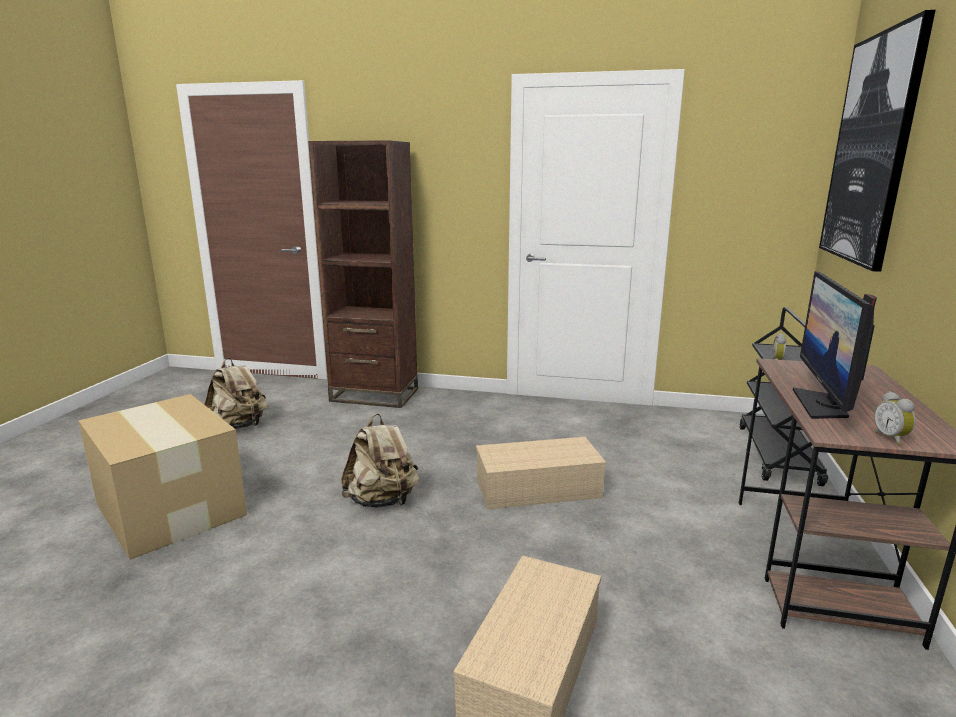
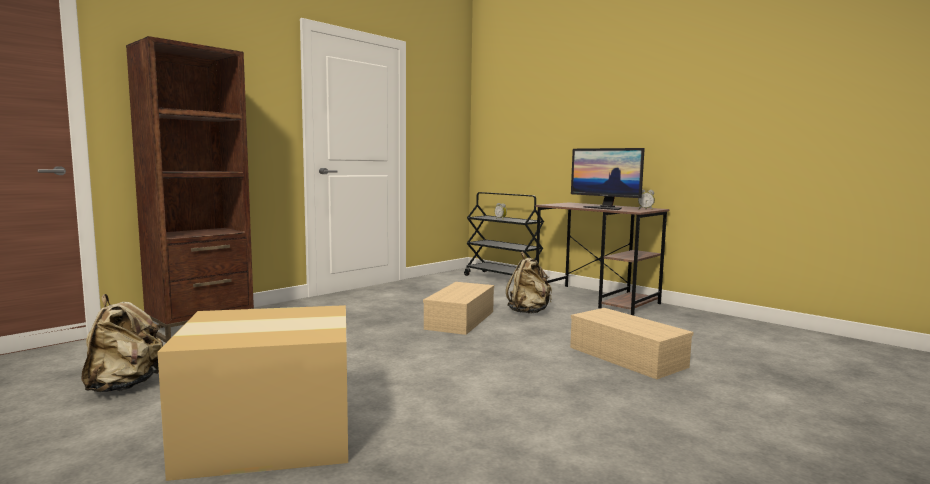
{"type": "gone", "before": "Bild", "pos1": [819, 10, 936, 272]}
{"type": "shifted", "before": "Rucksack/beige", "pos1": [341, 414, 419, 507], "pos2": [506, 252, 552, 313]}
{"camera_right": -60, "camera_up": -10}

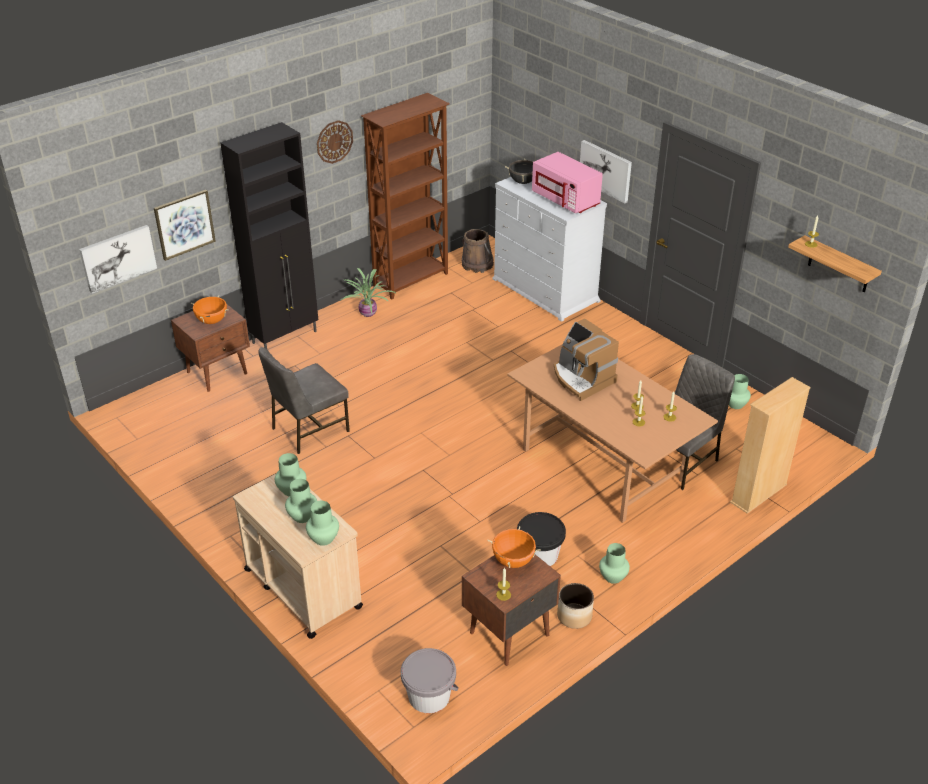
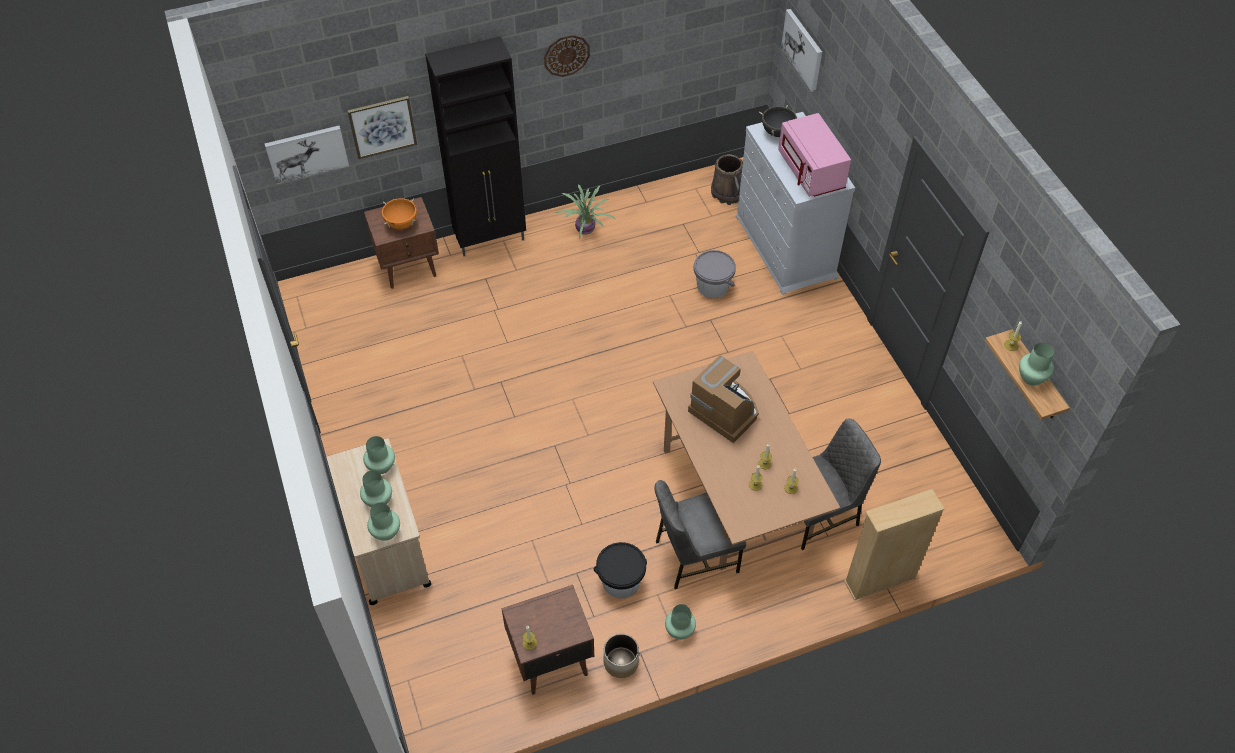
{"type": "gone", "before": "Bücherregal/braun", "pos1": [361, 93, 450, 300]}
{"type": "gone", "before": "Kochtopf/orange", "pos1": [488, 526, 541, 568]}
{"type": "shifted", "before": "Stuhl/grau", "pos1": [258, 347, 350, 454], "pos2": [654, 480, 746, 589]}
{"type": "shifted", "before": "Eimer/grau", "pos1": [401, 648, 459, 713], "pos2": [694, 250, 736, 298]}
{"type": "shifted", "before": "Bild", "pos1": [580, 140, 632, 203], "pos2": [781, 9, 822, 92]}
{"type": "shifted", "before": "Vase/grün", "pos1": [729, 374, 751, 409], "pos2": [1019, 343, 1054, 385]}
{"type": "rotated", "before": "Kaffeemaschine", "pos1": [554, 319, 619, 401], "pos2": [688, 355, 759, 443], "turn": 150}
{"camera_right": 20, "camera_up": 15}

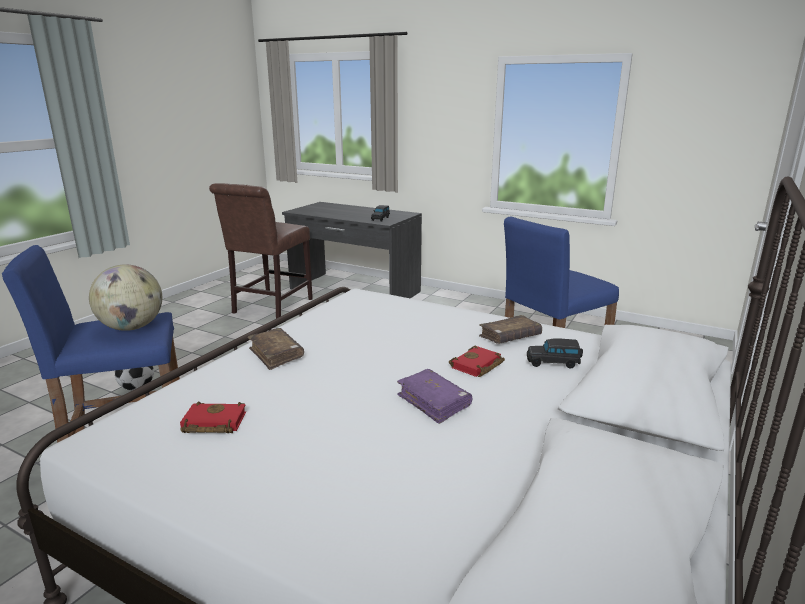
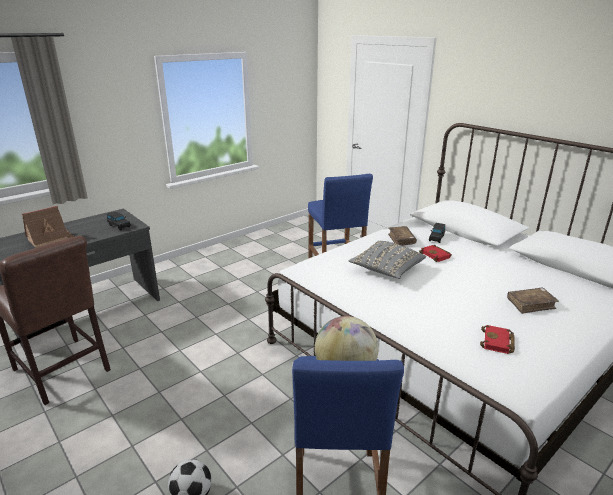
{"type": "gone", "before": "Buch/lila", "pos1": [397, 369, 472, 424]}
{"type": "new", "after": "Spielzeughaus", "pos2": [22, 206, 75, 248]}
{"type": "new", "after": "Kissen/grau", "pos2": [348, 241, 426, 279]}
{"type": "shifted", "before": "Buch/braun", "pos1": [248, 328, 304, 370], "pos2": [507, 288, 559, 314]}
{"camera_right": -70, "camera_up": 5}

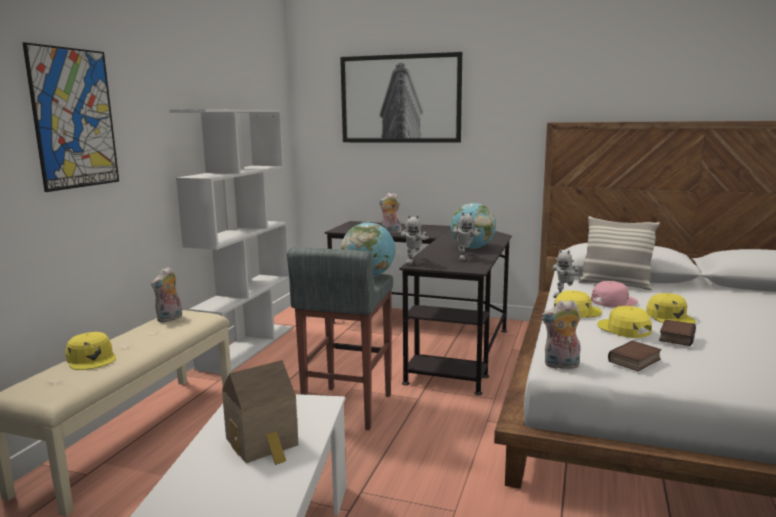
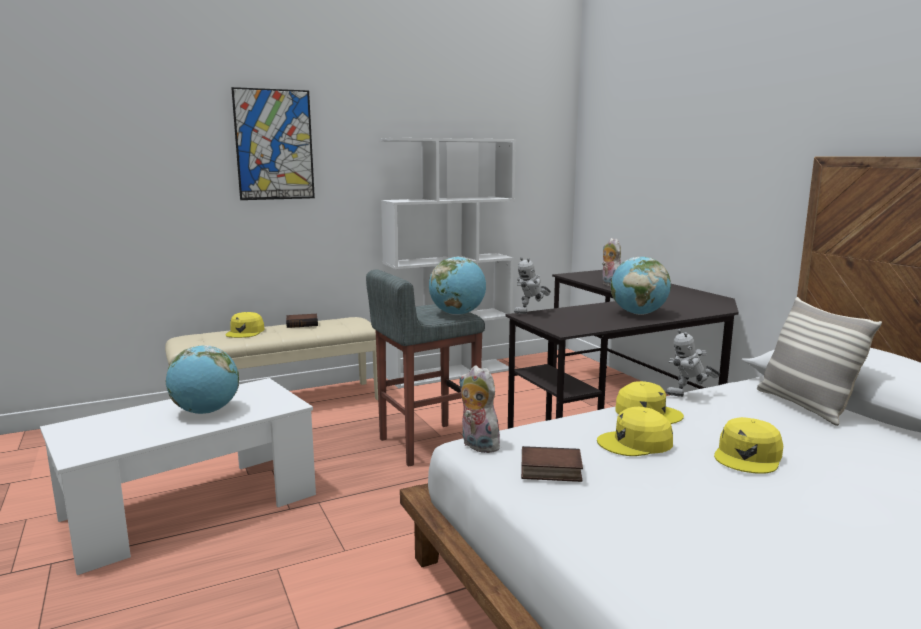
{"type": "gone", "before": "Plüschtier", "pos1": [151, 267, 182, 323]}
{"type": "gone", "before": "Bild", "pos1": [340, 52, 462, 143]}
{"type": "gone", "before": "Spielzeugroboter", "pos1": [452, 212, 481, 261]}
{"type": "gone", "before": "Kappe/rosa", "pos1": [591, 281, 638, 307]}
{"type": "shifted", "before": "Buch", "pos1": [659, 319, 696, 346], "pos2": [286, 314, 318, 328]}
{"type": "swapped", "before": "Spielzeughaus", "after": "Globus", "pos1": [222, 360, 298, 465], "pos2": [166, 345, 239, 414]}
{"type": "rotated", "before": "Kappe/gelb", "pos1": [597, 306, 652, 338], "pos2": [597, 407, 673, 456], "turn": -120}
{"camera_right": 45, "camera_up": 0}

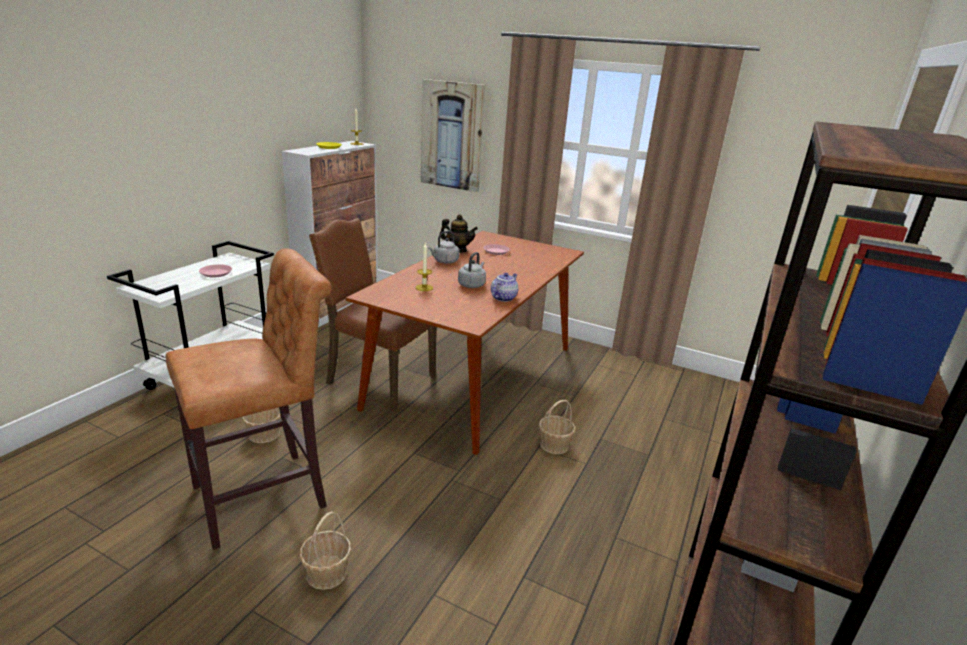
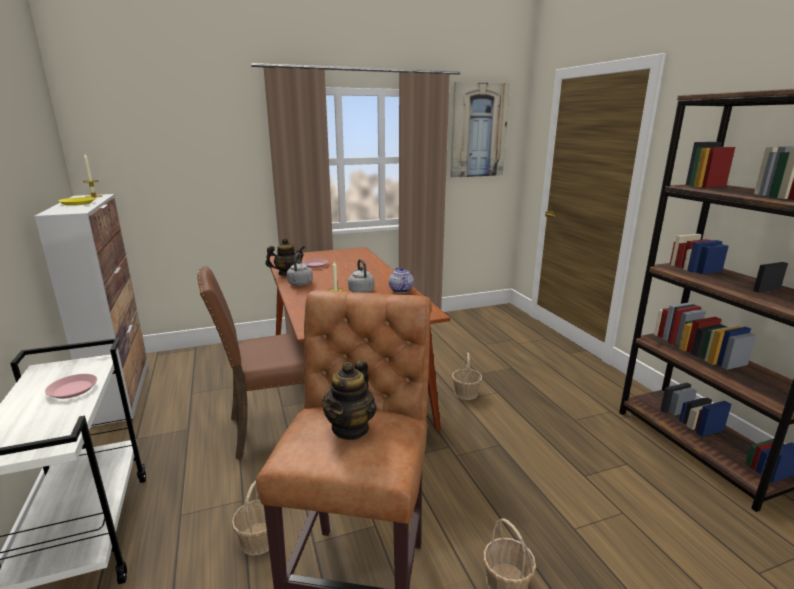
{"type": "new", "after": "Teekanne", "pos2": [322, 360, 377, 440]}
{"type": "shifted", "before": "Bild", "pos1": [421, 79, 485, 192], "pos2": [450, 82, 510, 178]}
{"camera_right": -45, "camera_up": -5}

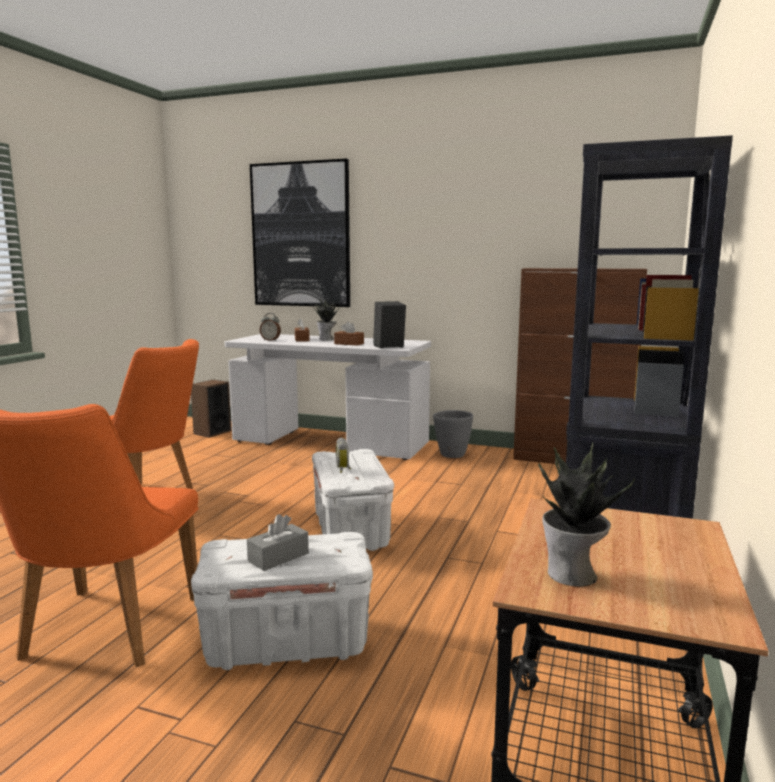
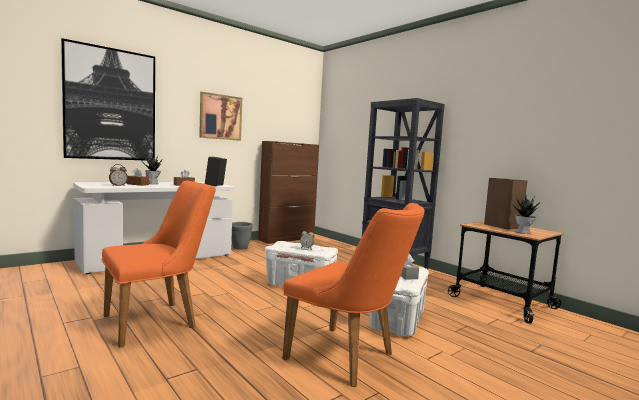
{"type": "new", "after": "Bild", "pos2": [199, 92, 242, 141]}
{"type": "shifted", "before": "Lautsprecher", "pos1": [191, 380, 231, 438], "pos2": [484, 178, 527, 230]}
{"camera_right": -60, "camera_up": -5}

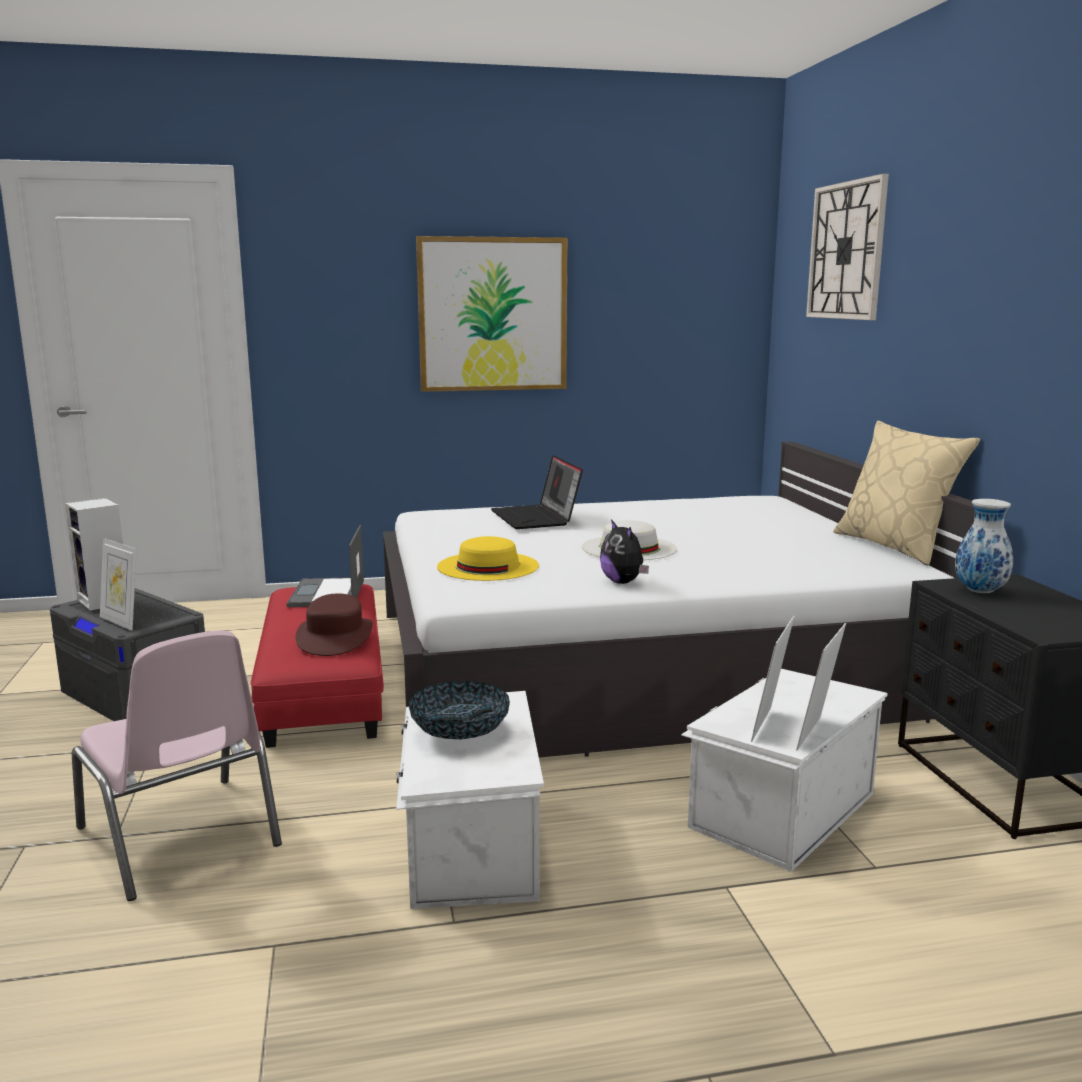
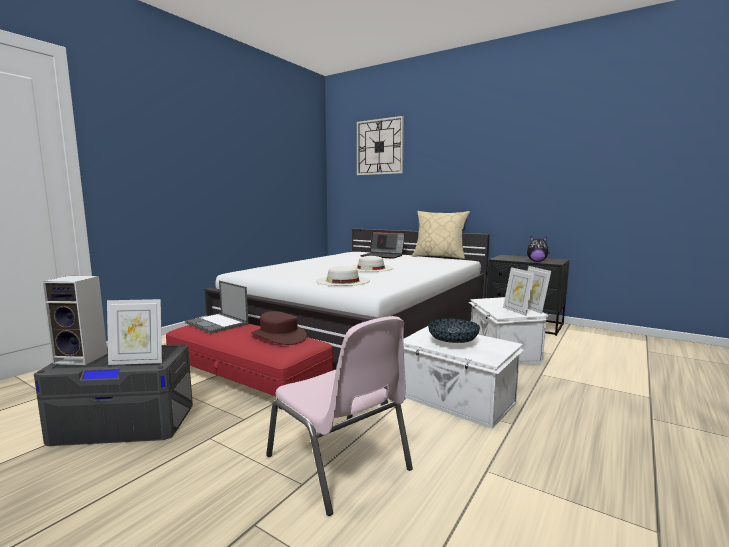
{"type": "gone", "before": "Bild", "pos1": [416, 236, 567, 392]}
{"type": "gone", "before": "Vase", "pos1": [955, 499, 1013, 593]}
{"type": "shifted", "before": "Laptop", "pos1": [491, 455, 583, 529], "pos2": [360, 231, 405, 259]}
{"type": "shifted", "before": "Plüschtier", "pos1": [600, 519, 649, 584], "pos2": [527, 237, 550, 262]}
{"type": "repainted", "before": "Hut/gelb", "after": "Hut/weiß", "pos1": [437, 536, 539, 581], "pos2": [316, 266, 370, 286]}
{"type": "rotated", "before": "Stuhl/rosa", "pos1": [72, 631, 282, 901], "pos2": [266, 316, 413, 516], "turn": 45}
{"camera_right": -45, "camera_up": -5}

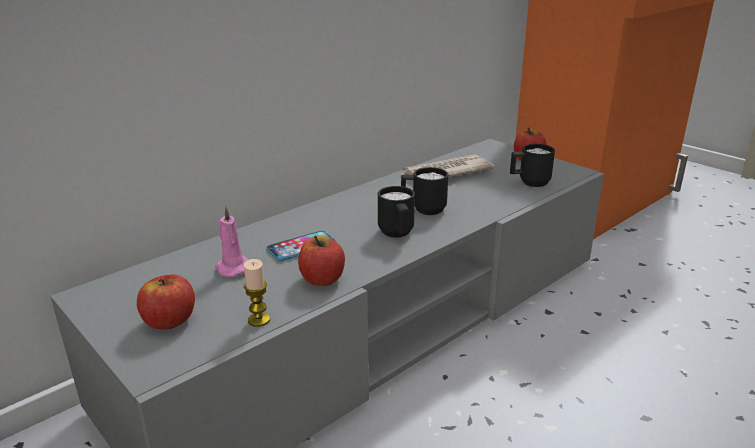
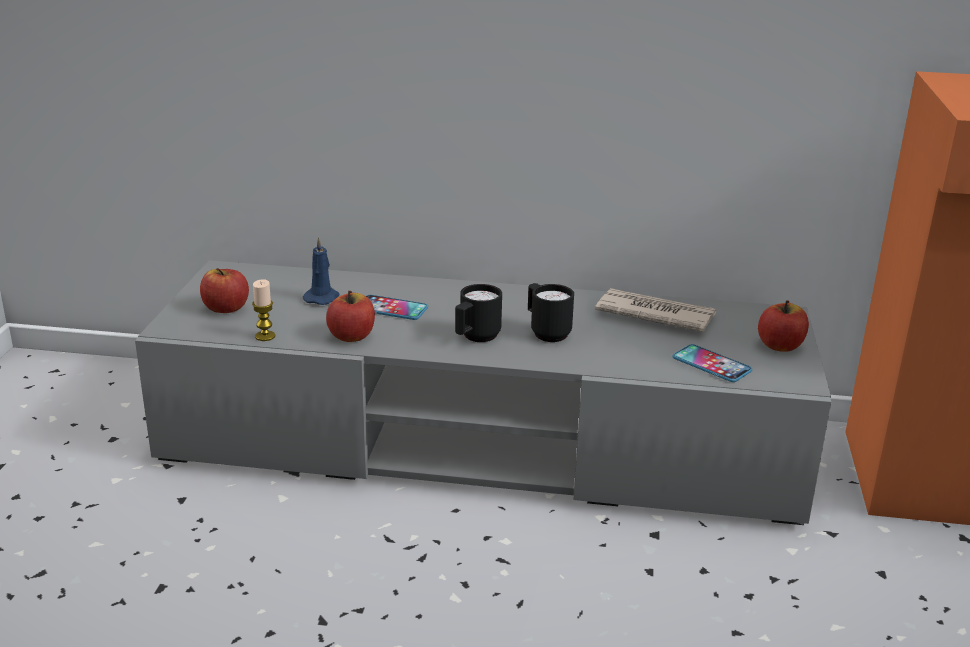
{"type": "swapped", "before": "Henkelbecher/schwarz", "after": "Handy", "pos1": [510, 144, 555, 187], "pos2": [673, 344, 752, 382]}
{"type": "repainted", "before": "Kerze/rosa", "after": "Kerze/blau", "pos1": [215, 206, 249, 277], "pos2": [303, 237, 339, 305]}
{"camera_right": 50, "camera_up": 0}

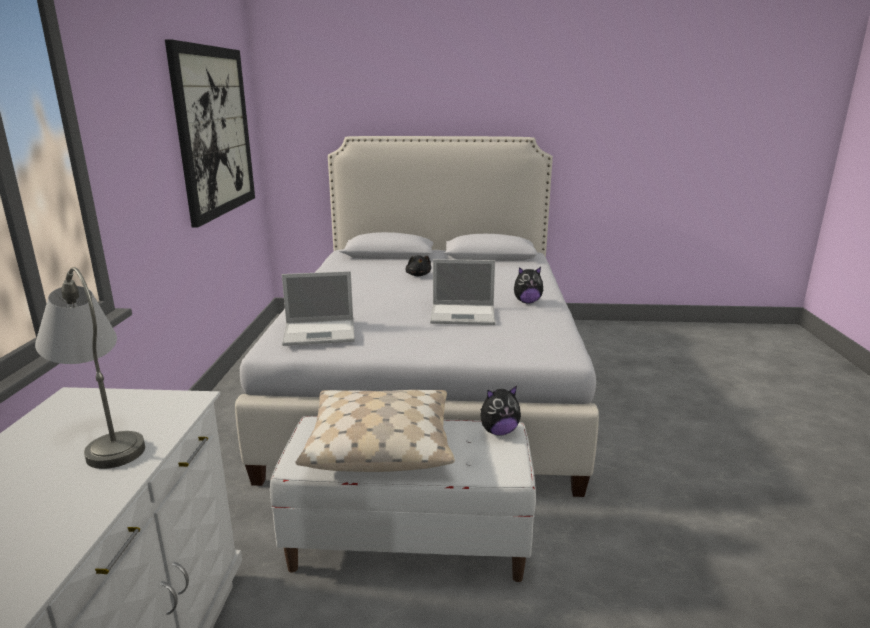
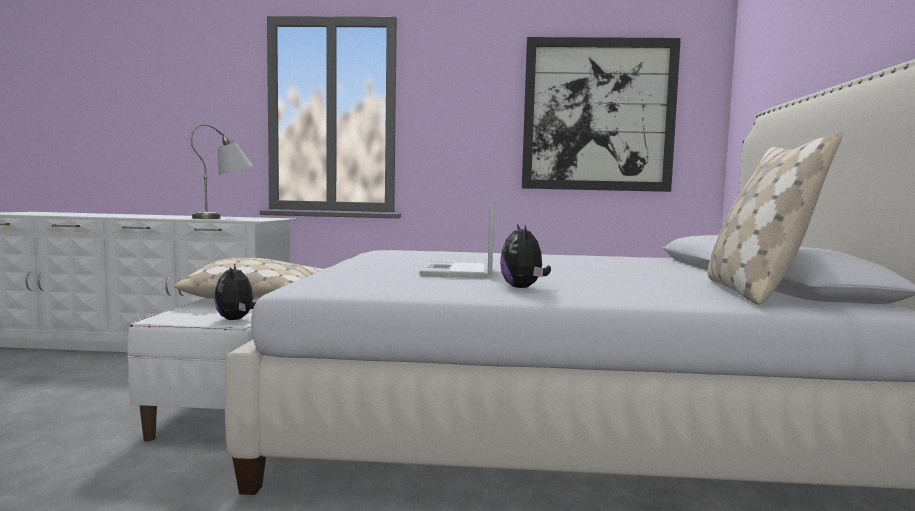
{"type": "gone", "before": "Laptop", "pos1": [282, 271, 355, 346]}
{"type": "gone", "before": "Plüschtier/schwarz", "pos1": [405, 255, 431, 276]}
{"type": "new", "after": "Kissen/beige", "pos2": [707, 132, 843, 305]}
{"camera_right": 90, "camera_up": -15}

